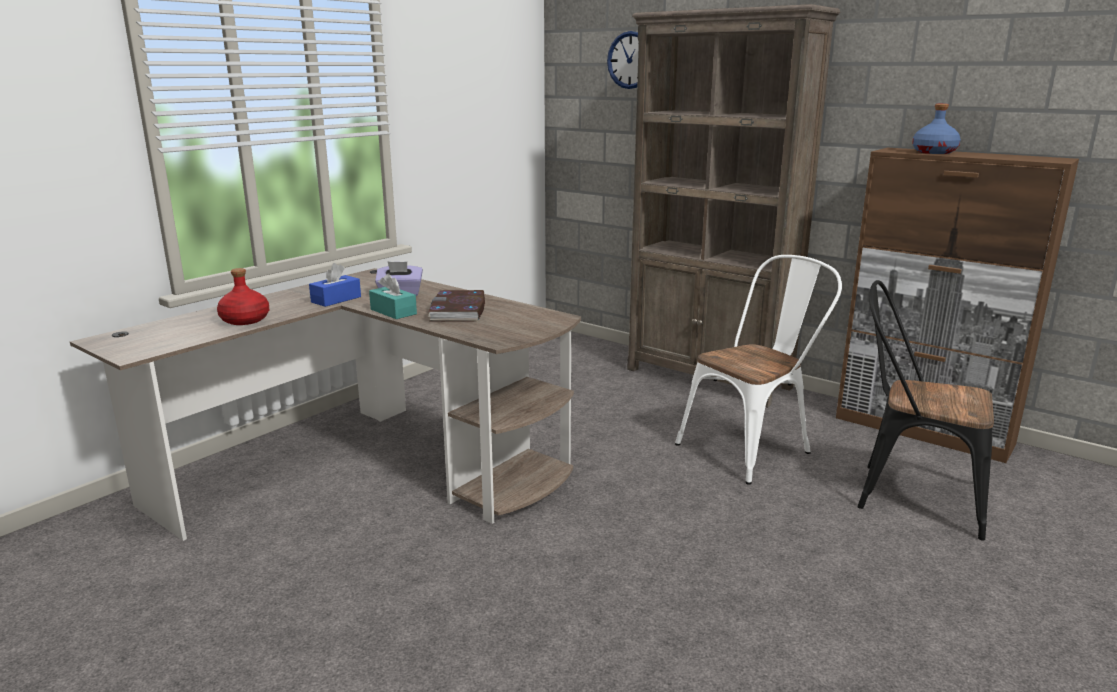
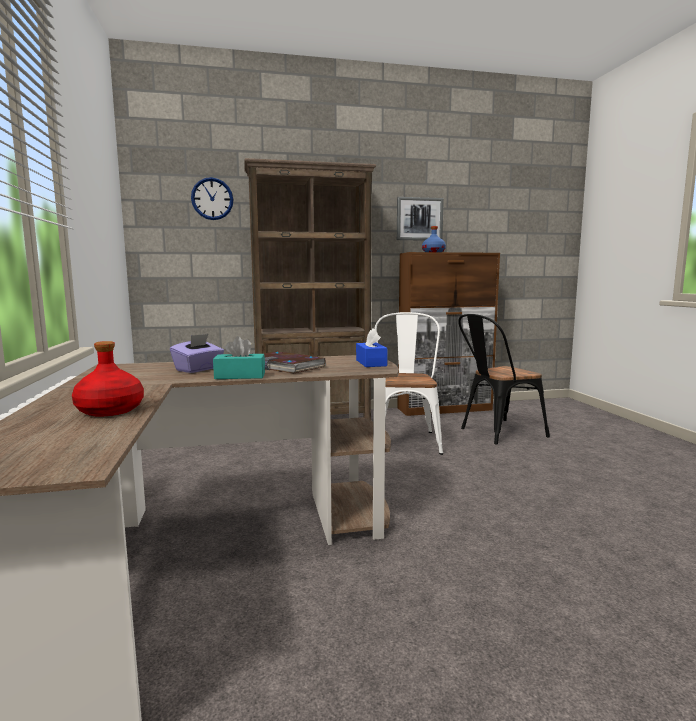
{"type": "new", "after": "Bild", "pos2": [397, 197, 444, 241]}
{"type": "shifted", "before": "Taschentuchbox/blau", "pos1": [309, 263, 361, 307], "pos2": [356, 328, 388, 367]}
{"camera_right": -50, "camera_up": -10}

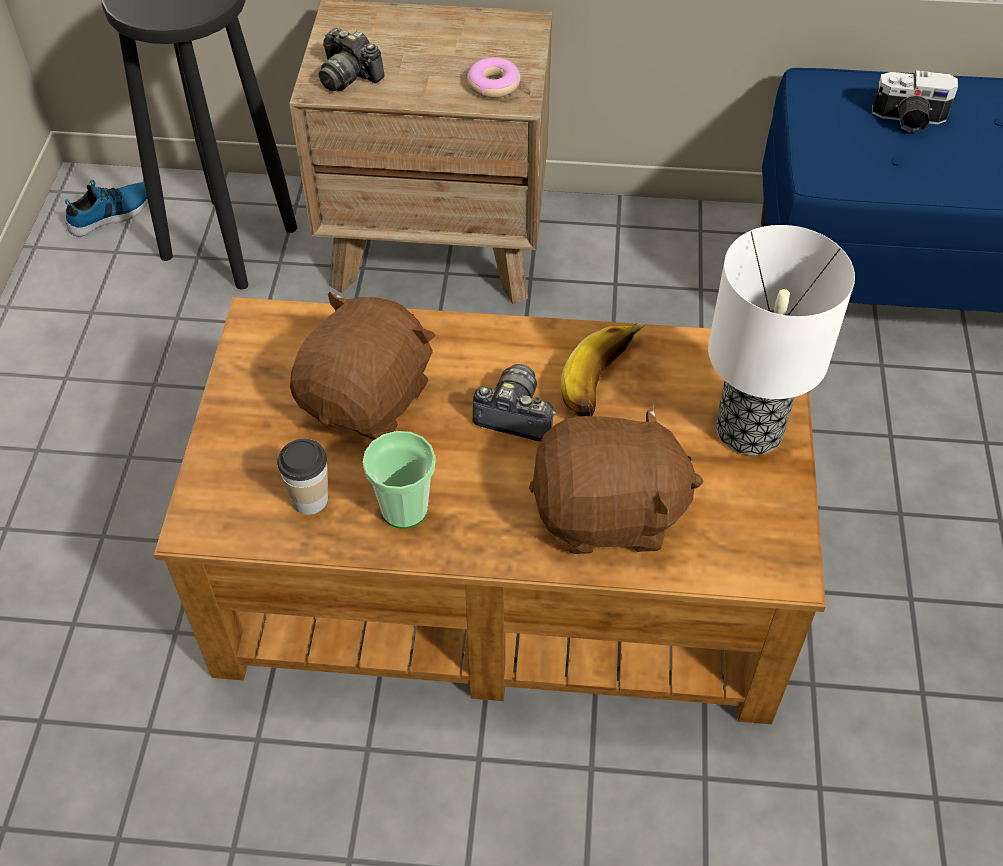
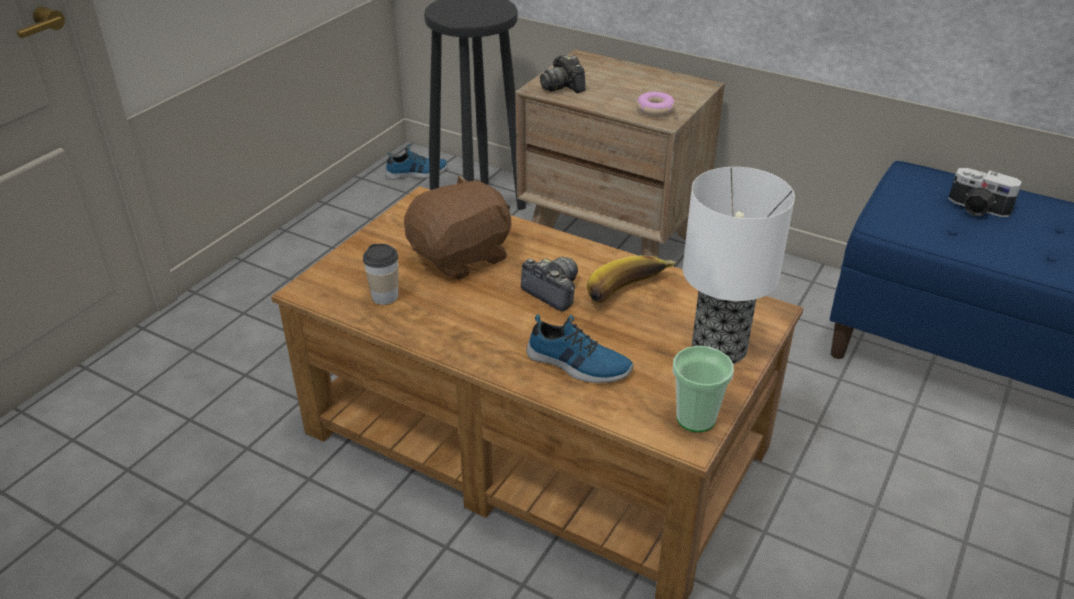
{"type": "shifted", "before": "Tasse", "pos1": [362, 431, 436, 529], "pos2": [673, 346, 734, 432]}
{"type": "swapped", "before": "Plüschtier/braun", "after": "Schuh", "pos1": [529, 404, 703, 554], "pos2": [527, 314, 633, 383]}
{"camera_right": 25, "camera_up": -15}

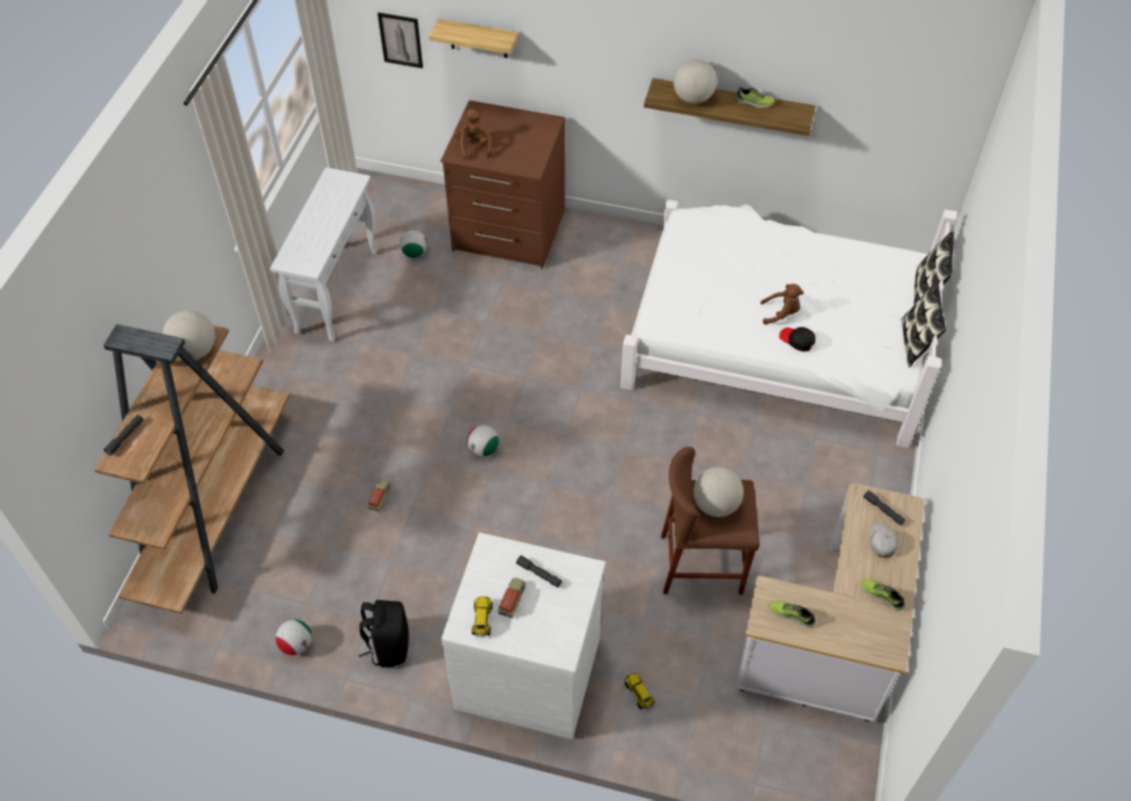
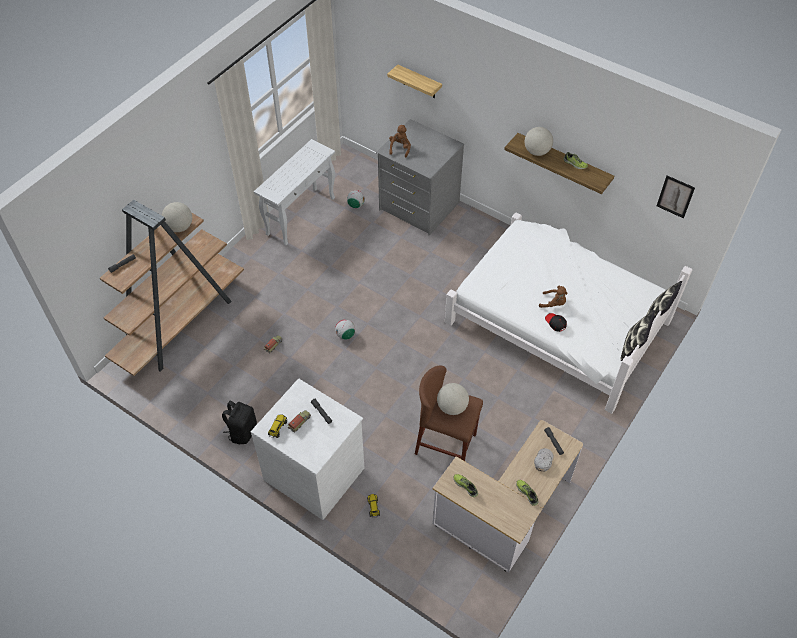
{"type": "gone", "before": "Fußball", "pos1": [276, 619, 312, 655]}
{"type": "shifted", "before": "Bild", "pos1": [378, 12, 423, 68], "pos2": [657, 176, 695, 218]}
{"type": "repainted", "before": "Kommode/braun", "after": "Kommode/grau", "pos1": [441, 100, 565, 269], "pos2": [376, 119, 464, 236]}
{"camera_right": 20, "camera_up": 0}

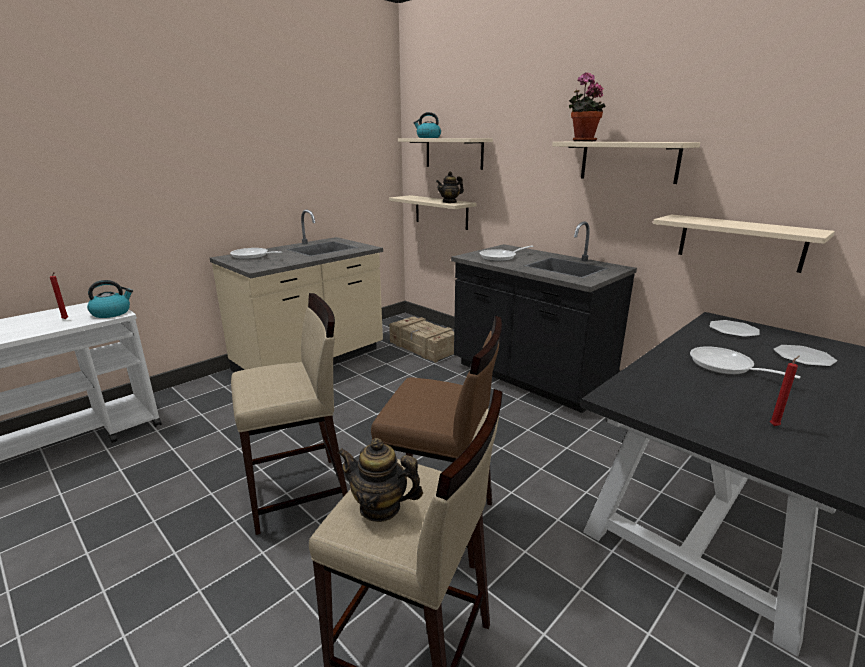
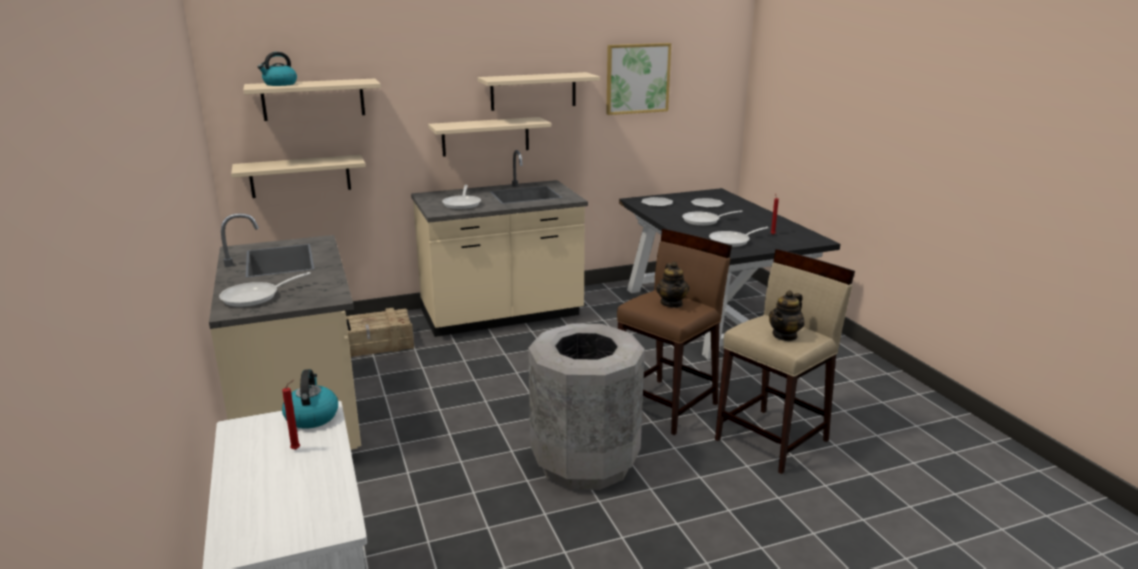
{"type": "gone", "before": "Topfpflanze", "pos1": [569, 72, 605, 141]}
{"type": "new", "after": "Bild", "pos2": [606, 43, 671, 115]}
{"type": "new", "after": "Pfanne", "pos2": [709, 227, 768, 247]}
{"type": "shifted", "before": "Teekanne", "pos1": [436, 171, 464, 203], "pos2": [656, 262, 689, 308]}
{"type": "shifted", "before": "Wandregal/beige", "pos1": [653, 214, 835, 273], "pos2": [428, 117, 551, 157]}
{"type": "swapped", "before": "Hocker/beige", "after": "Mülleimer/grau", "pos1": [231, 293, 347, 535], "pos2": [528, 324, 645, 490]}
{"type": "repainted", "before": "Küchenzeile/schwarz", "after": "Küchenzeile/beige", "pos1": [451, 221, 637, 413], "pos2": [411, 150, 588, 337]}
{"camera_right": -65, "camera_up": 0}

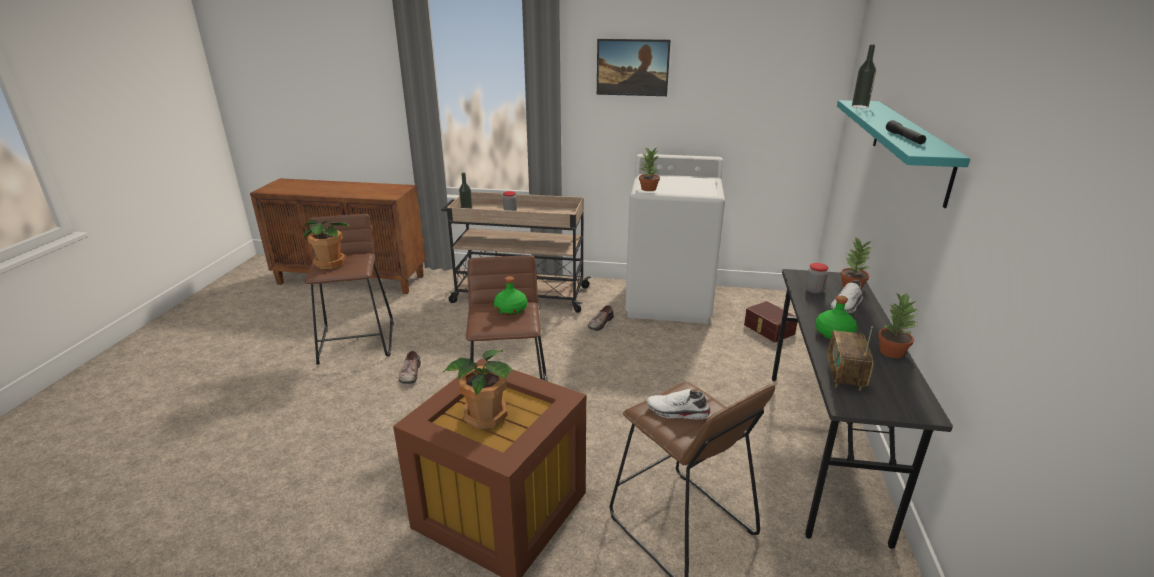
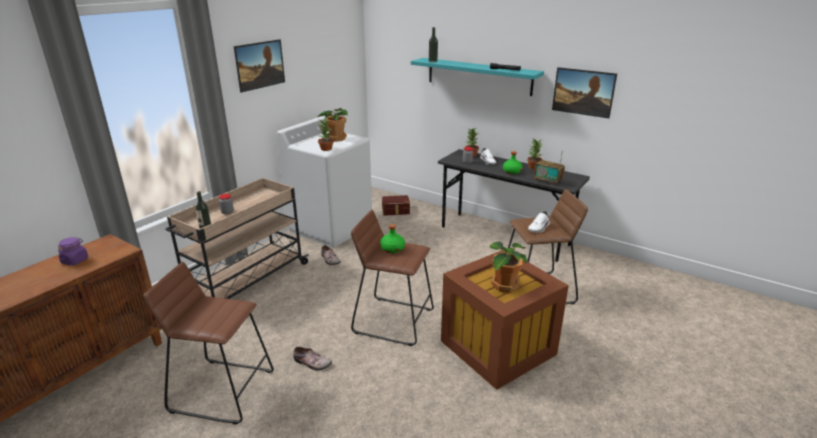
{"type": "new", "after": "Vorratsglas/lila", "pos2": [58, 237, 88, 265]}
{"type": "new", "after": "Bild", "pos2": [552, 67, 617, 118]}
{"type": "shifted", "before": "Topfpflanze", "pos1": [304, 220, 350, 269], "pos2": [317, 107, 348, 142]}
{"camera_right": -65, "camera_up": 0}

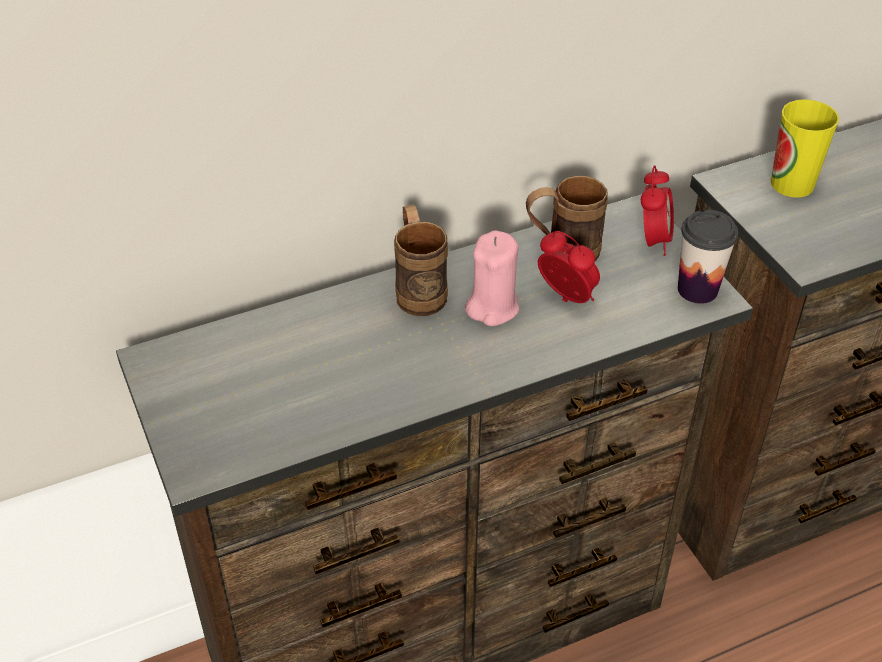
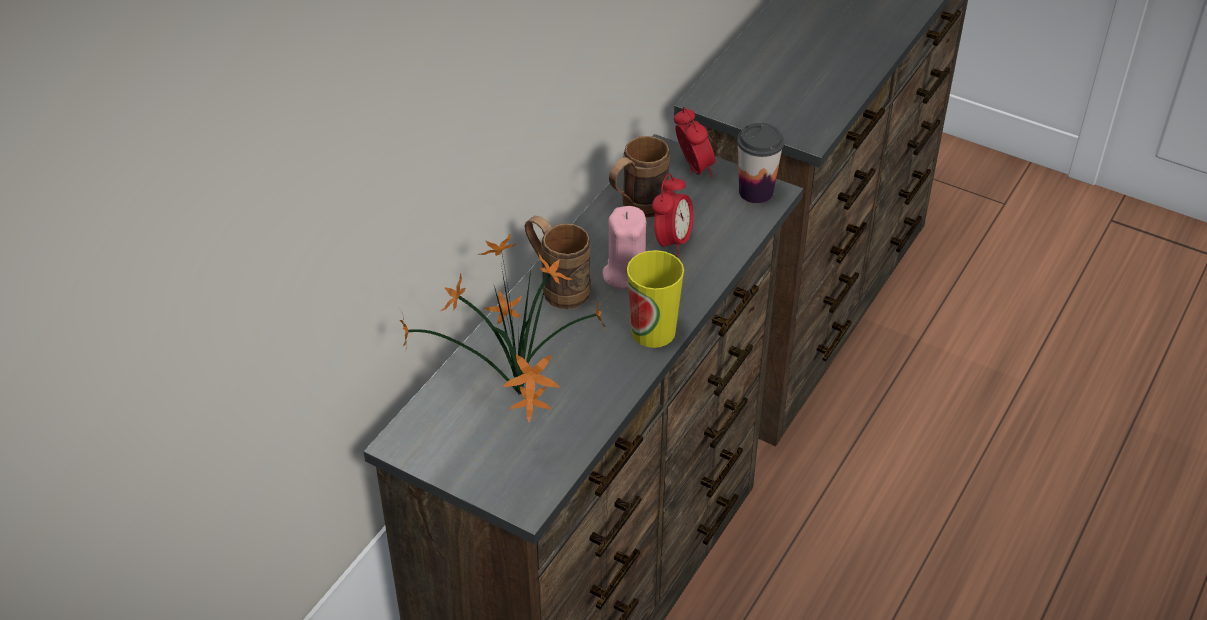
{"type": "new", "after": "Topfpflanze", "pos2": [400, 233, 608, 423]}
{"type": "shifted", "before": "Tasse", "pos1": [771, 99, 839, 198], "pos2": [627, 250, 684, 348]}
{"type": "rotated", "before": "Wecker", "pos1": [538, 231, 600, 303], "pos2": [652, 173, 694, 257], "turn": 105}
{"camera_right": -35, "camera_up": 0}

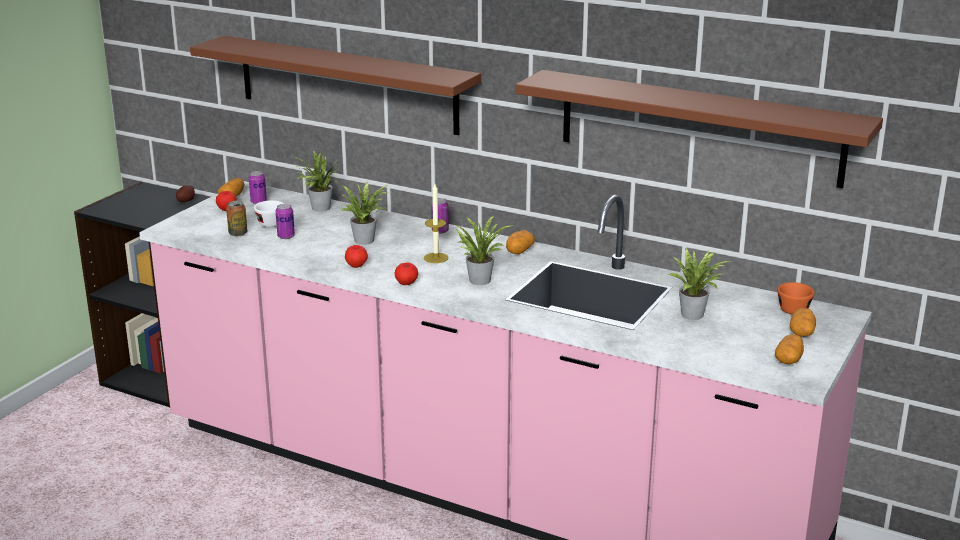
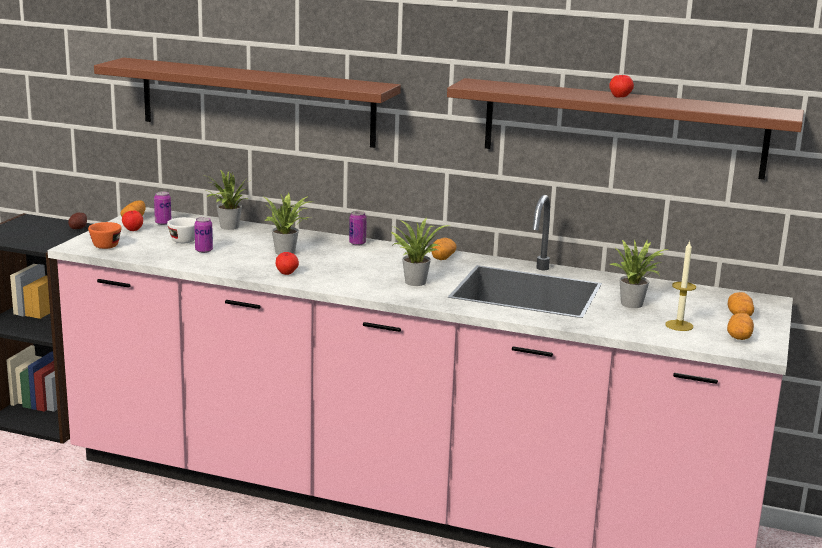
{"type": "gone", "before": "Dose", "pos1": [226, 201, 248, 236]}
{"type": "shifted", "before": "Apfel", "pos1": [395, 262, 418, 285], "pos2": [609, 75, 634, 97]}
{"type": "shifted", "before": "Kerze", "pos1": [424, 184, 448, 263], "pos2": [665, 241, 696, 331]}
{"type": "shifted", "before": "Tasse/orange", "pos1": [777, 282, 815, 315], "pos2": [88, 222, 122, 249]}
{"camera_right": -10, "camera_up": -5}

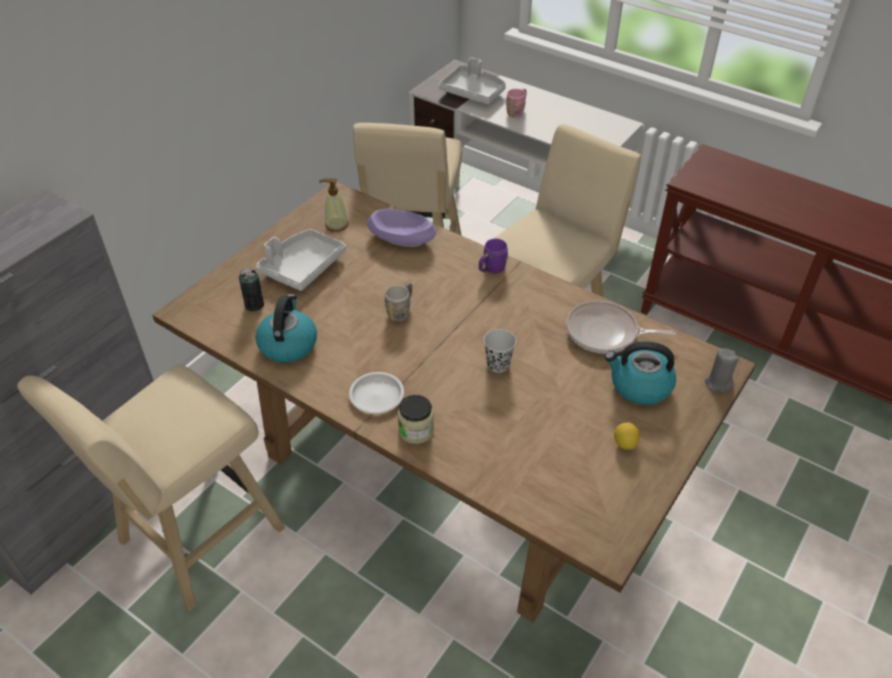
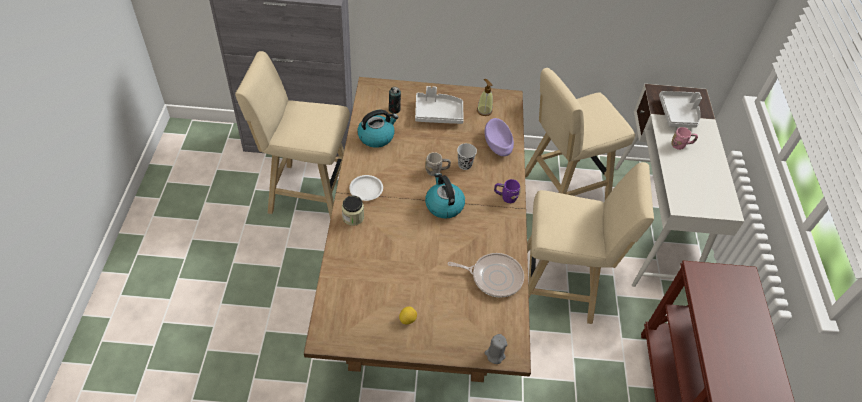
{"type": "shifted", "before": "Tasse/schwarz", "pos1": [484, 329, 516, 373], "pos2": [457, 143, 477, 170]}
{"type": "shifted", "before": "Wasserkessel", "pos1": [605, 341, 676, 405], "pos2": [425, 173, 465, 219]}
{"type": "rotated", "before": "Pfanne", "pos1": [566, 301, 676, 354], "pos2": [447, 253, 524, 298], "turn": 120}
{"camera_right": 55, "camera_up": 5}

